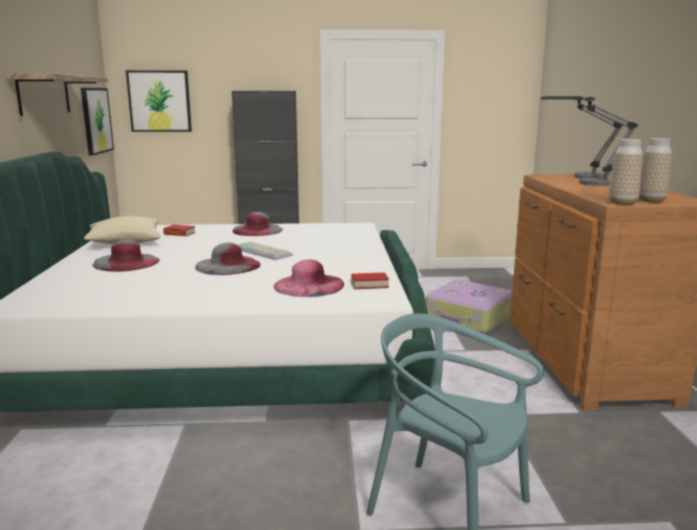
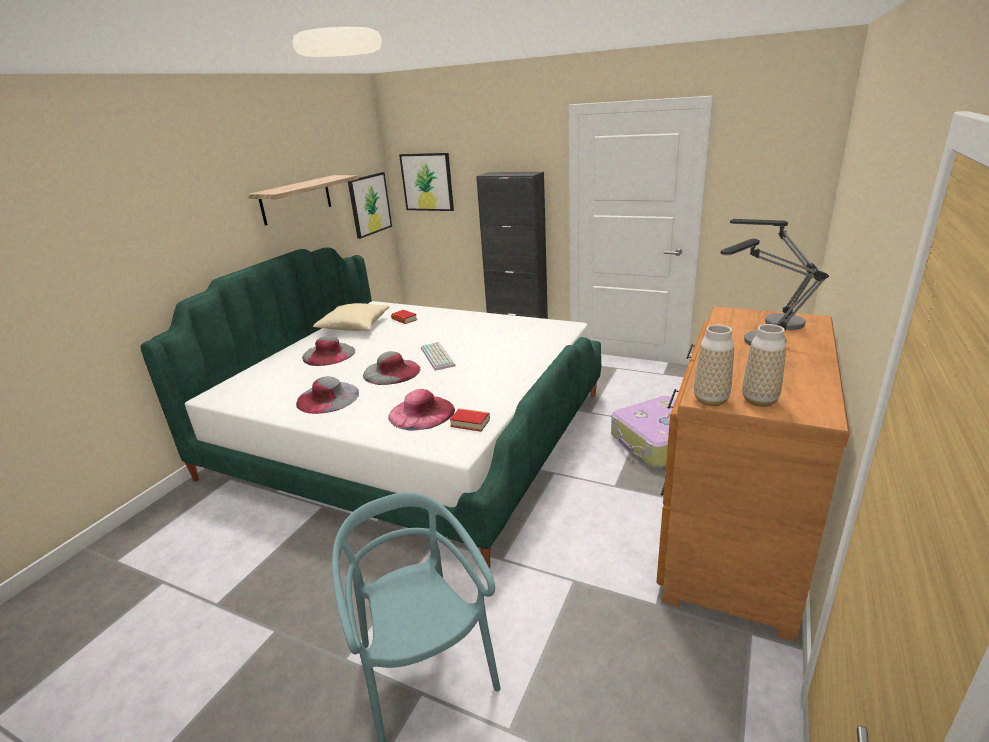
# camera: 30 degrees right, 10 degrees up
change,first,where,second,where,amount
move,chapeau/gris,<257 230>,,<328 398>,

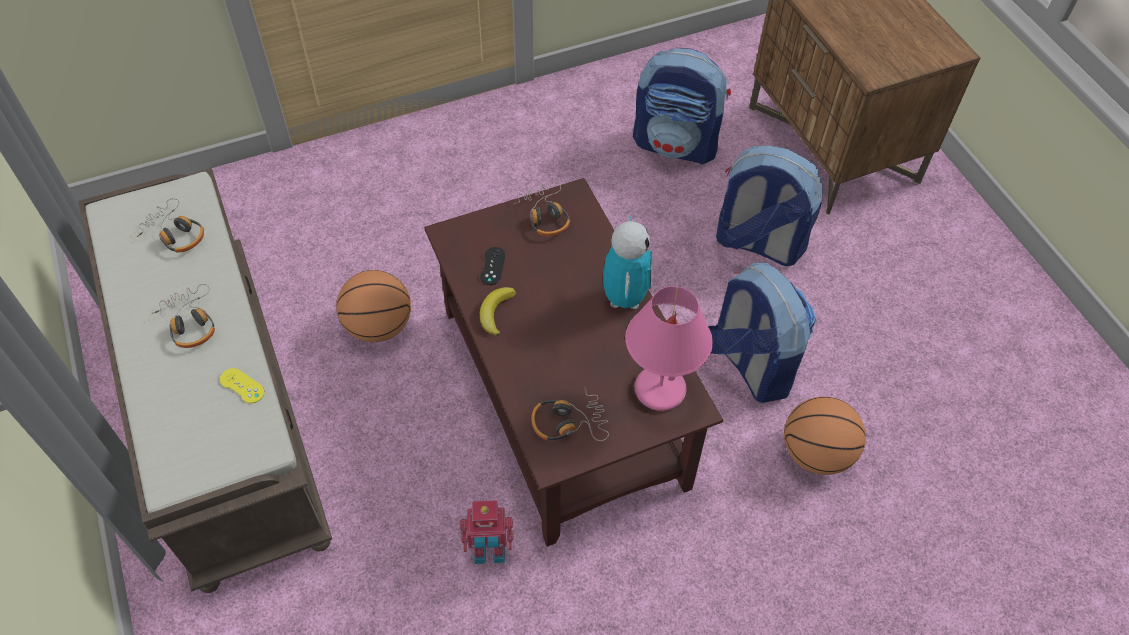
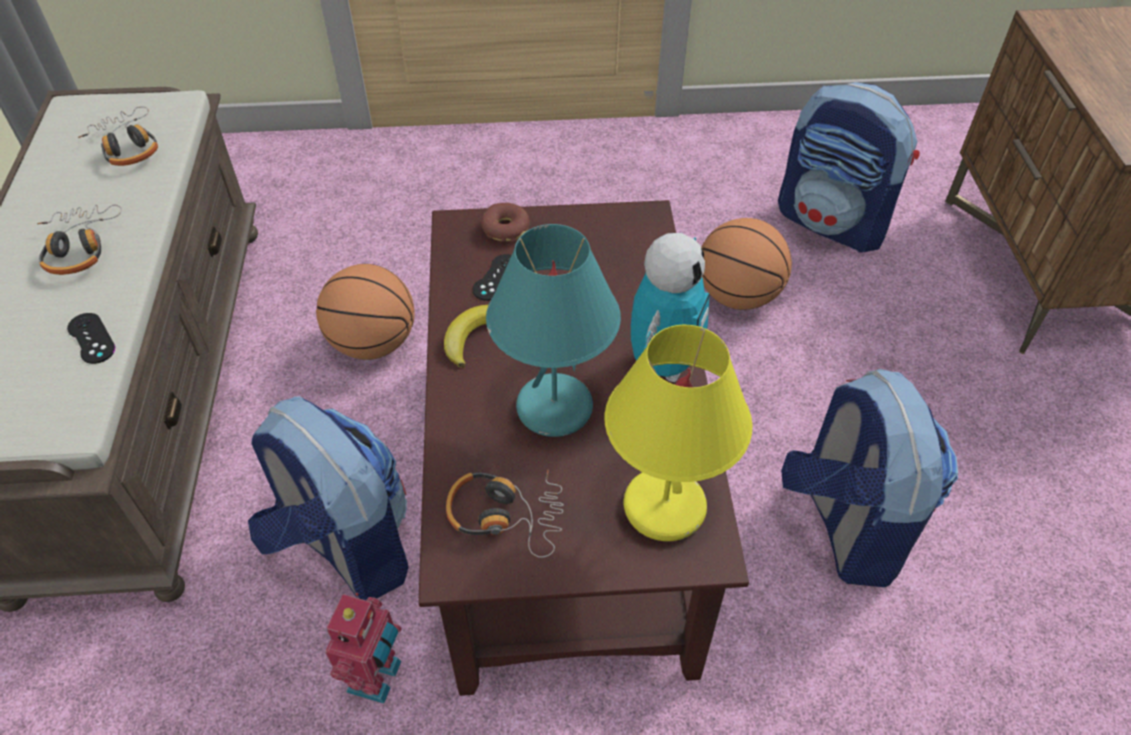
# camera: 20 degrees right, 5 degrees down
change,first,where,second,where,amount
move,sac à dos,<757 243>,,<344 547>,
delete,casque audio,<544 215>,,,
recolor,lampe de table/rose,<661 389>,lampe de table/jaune,<666 507>,
recolor,manette/jaune,<242 386>,manette/noir,<91 338>,
move,ballon de basket,<816 453>,,<738 295>,
rotate,robot jouet,<489 553>,,<378 677>,90 degrees counterclockwise
insert,,,beignet,<505 228>,
insert,,,lampe de table/turquoise,<555 406>,

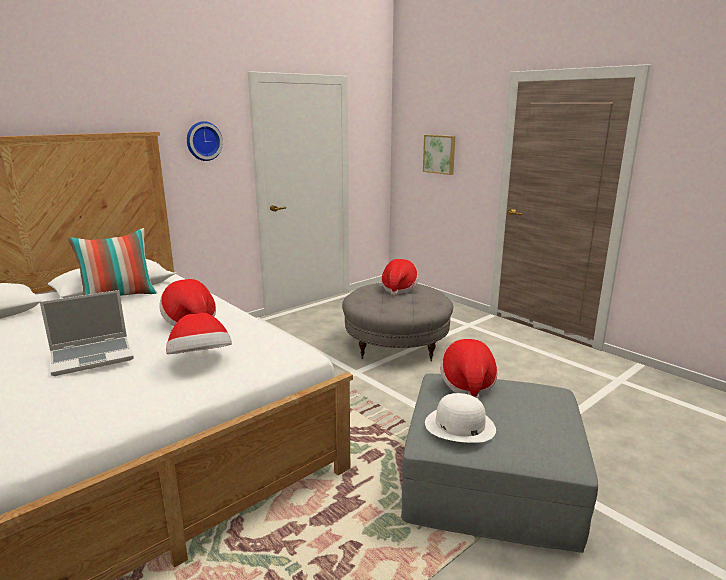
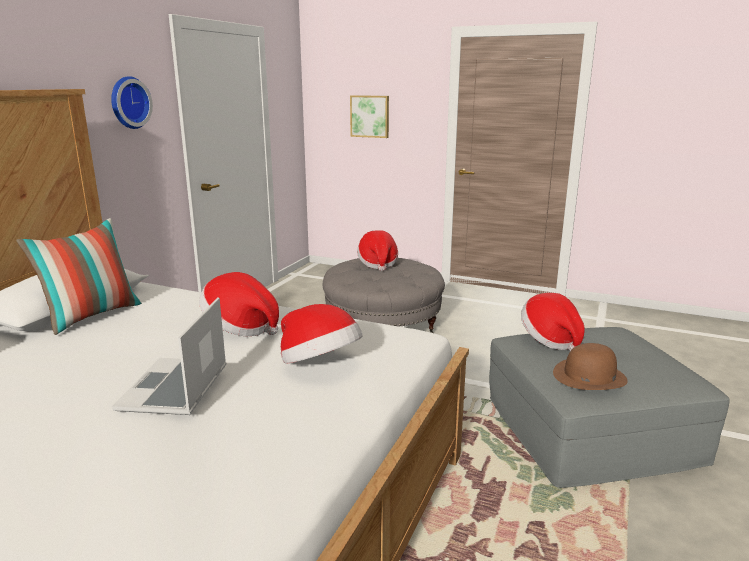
# camera: 25 degrees left, 0 degrees up
change,first,where,second,where,amount
rotate,ordinateur portable,<93 356>,,<175 389>,150 degrees clockwise
recolor,chapeau/blanc,<459 425>,chapeau/marron,<589 376>,

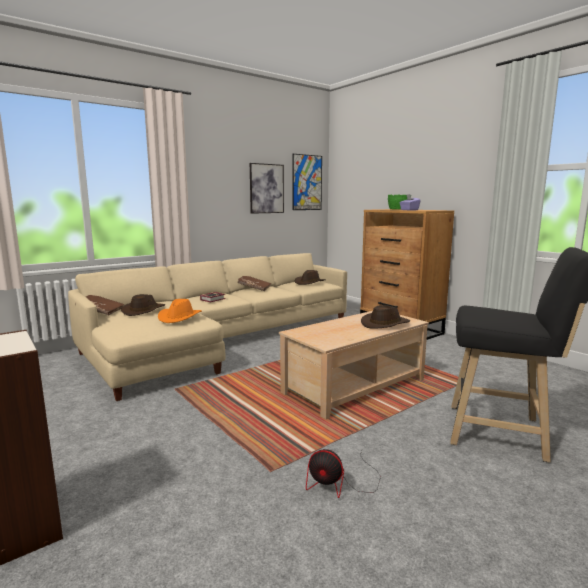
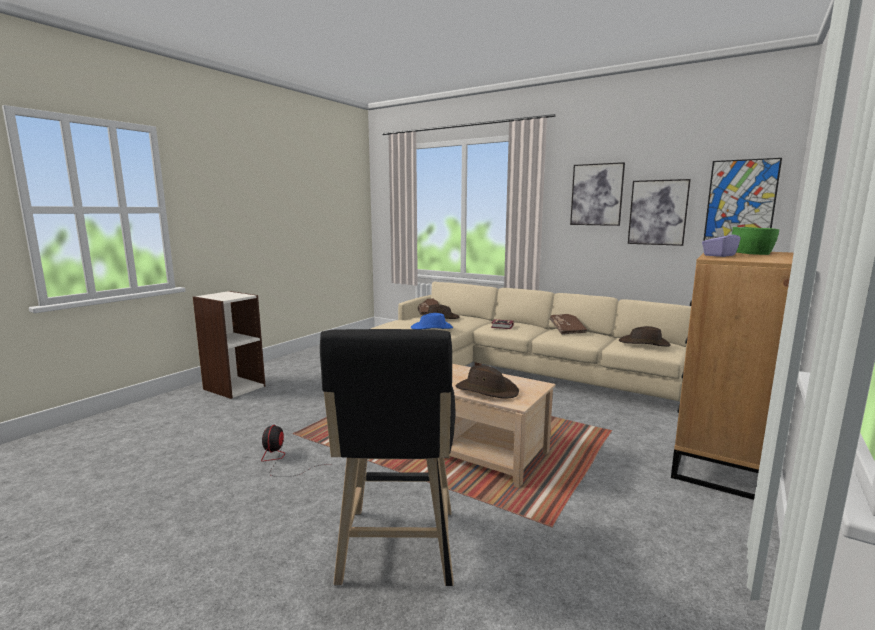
# camera: 70 degrees right, 0 degrees up
change,first,where,second,where,amount
recolor,chapeau/orange,<180 317>,chapeau/bleu,<432 328>,
insert,,,tableau,<596 194>,

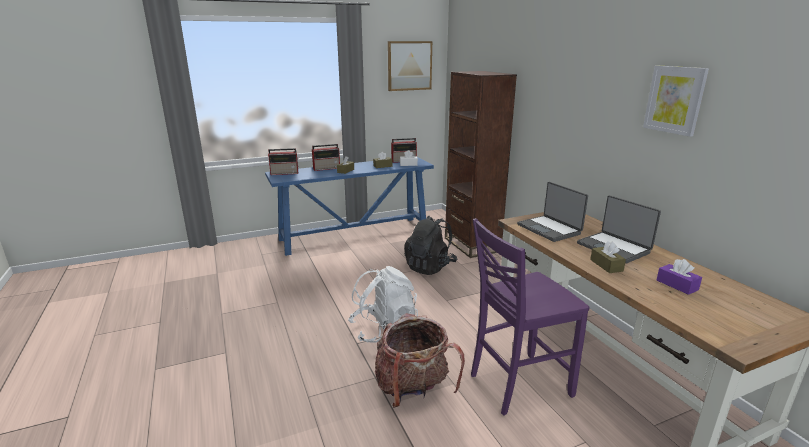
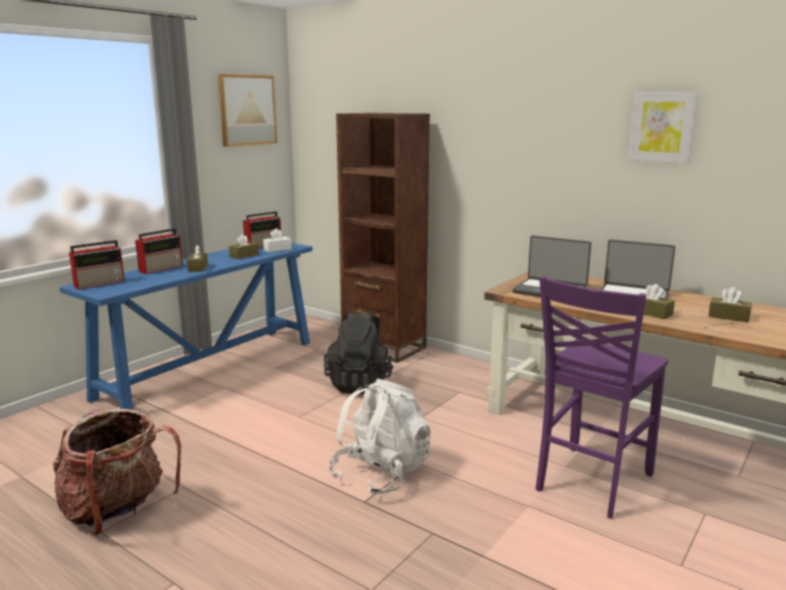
# camera: 30 degrees left, 5 degrees down
change,first,where,second,where,amount
recolor,boîte à mouchoirs/violet,<677 285>,boîte à mouchoirs/marron,<728 317>,
move,sac à dos,<413 389>,,<117 511>,

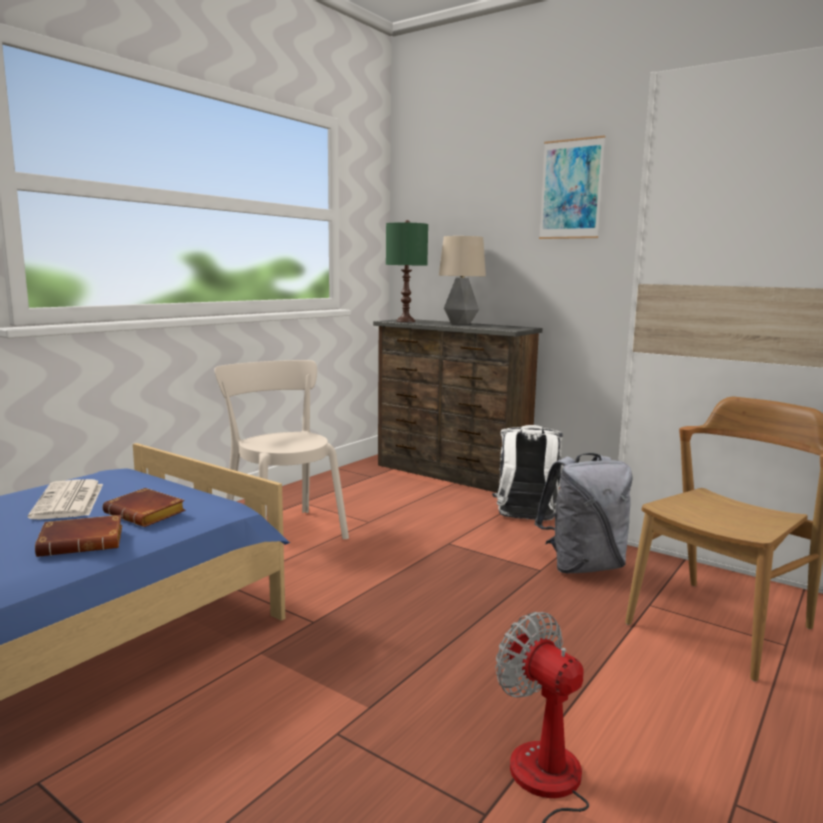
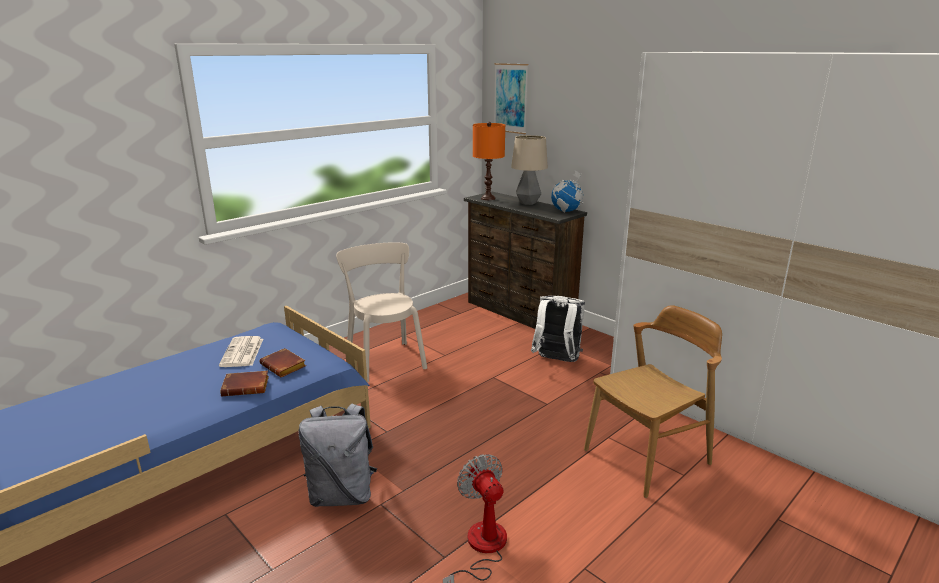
# camera: 10 degrees right, 10 degrees up
change,first,where,second,where,amount
move,tableau,<571 189>,,<510 98>,
recolor,lampe de table/vert,<406 321>,lampe de table/orange,<488 198>,
move,sac à dos/gris,<583 566>,,<342 495>,
insert,,,globe,<566 211>,

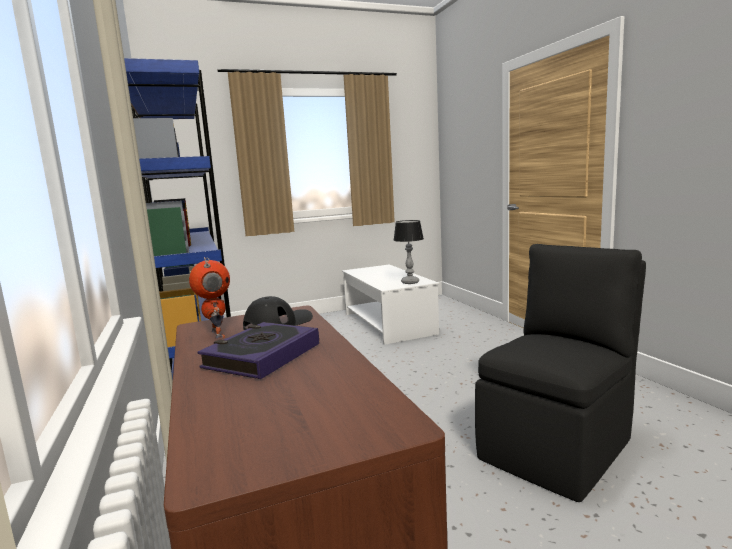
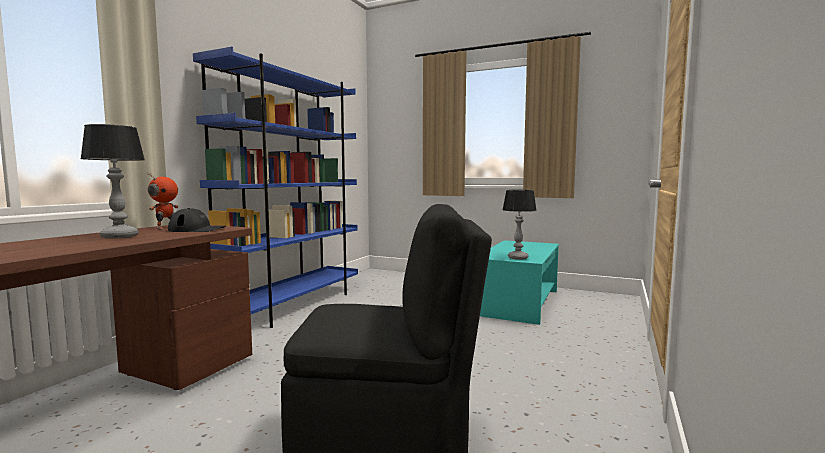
# camera: 45 degrees right, 5 degrees down
change,first,where,second,where,amount
recolor,table basse/blanc,<388 323>,table basse/turquoise,<518 302>,
replace,livre,<262 356>,lampe de table,<119 236>,

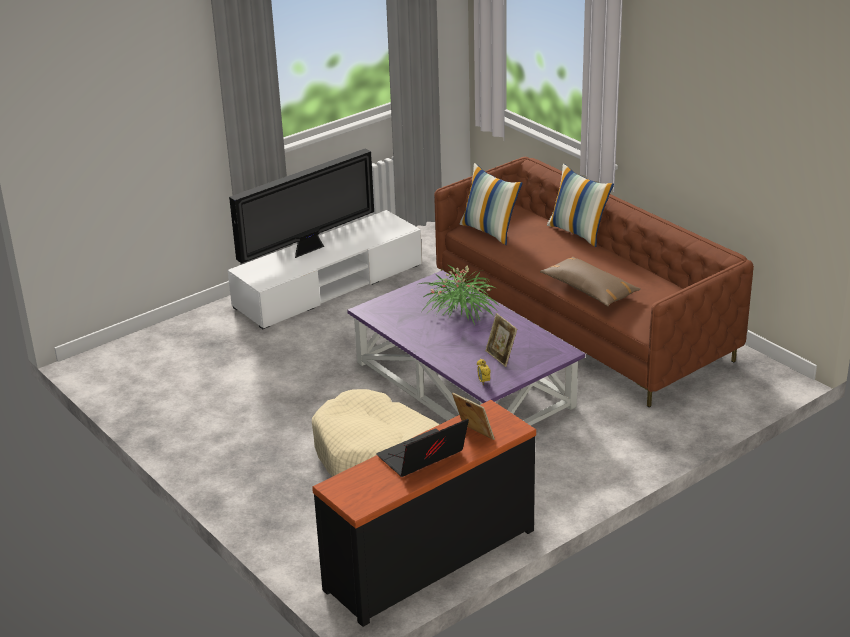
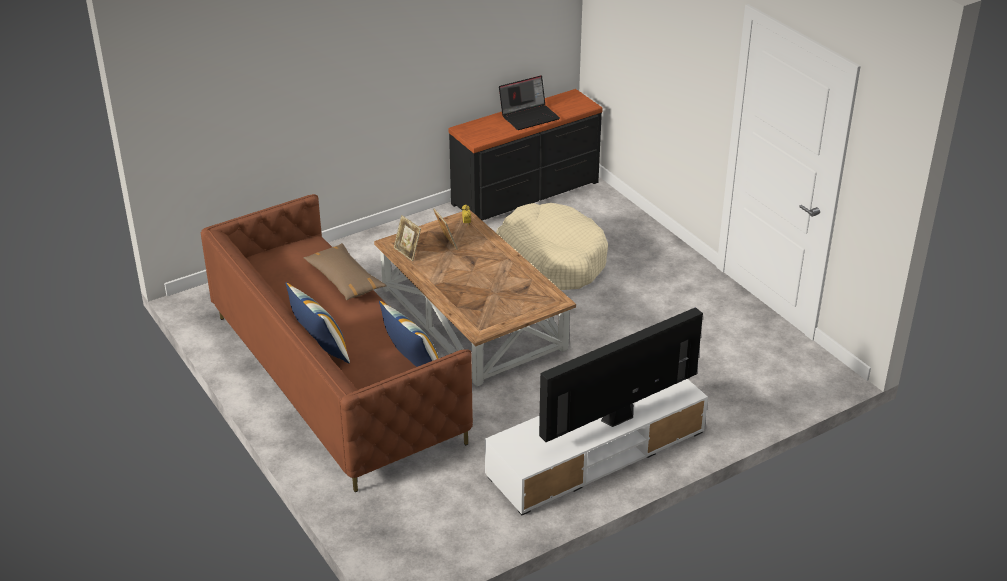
# camera: 175 degrees left, 5 degrees up
change,first,where,second,where,amount
delete,plante en pot,<461 311>,,,
recolor,table basse/violet,<465 384>,table basse/marron,<471 318>,
move,cadre photo,<473 435>,,<407 252>,

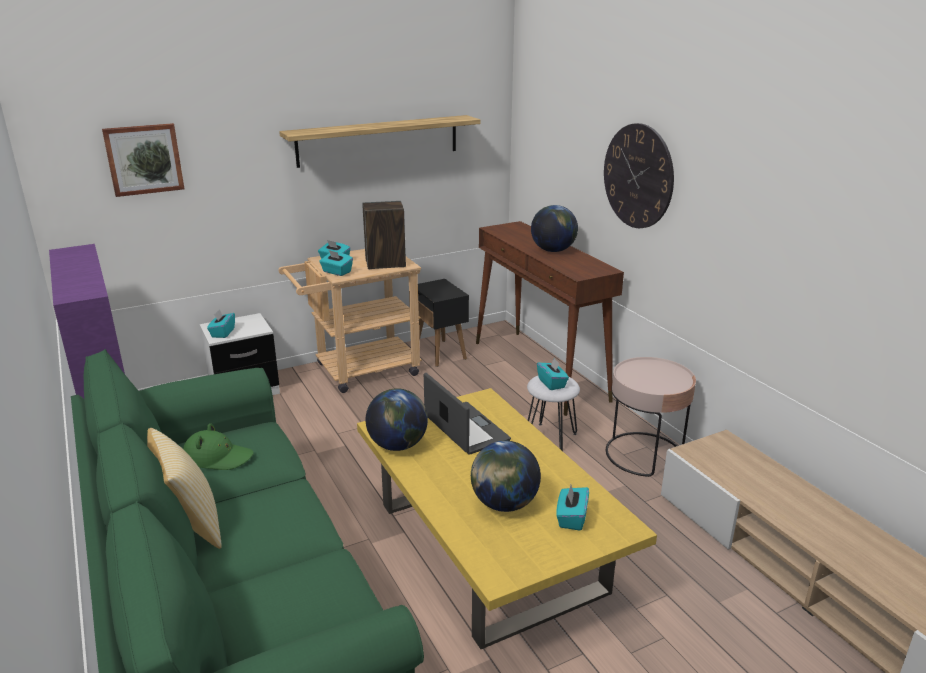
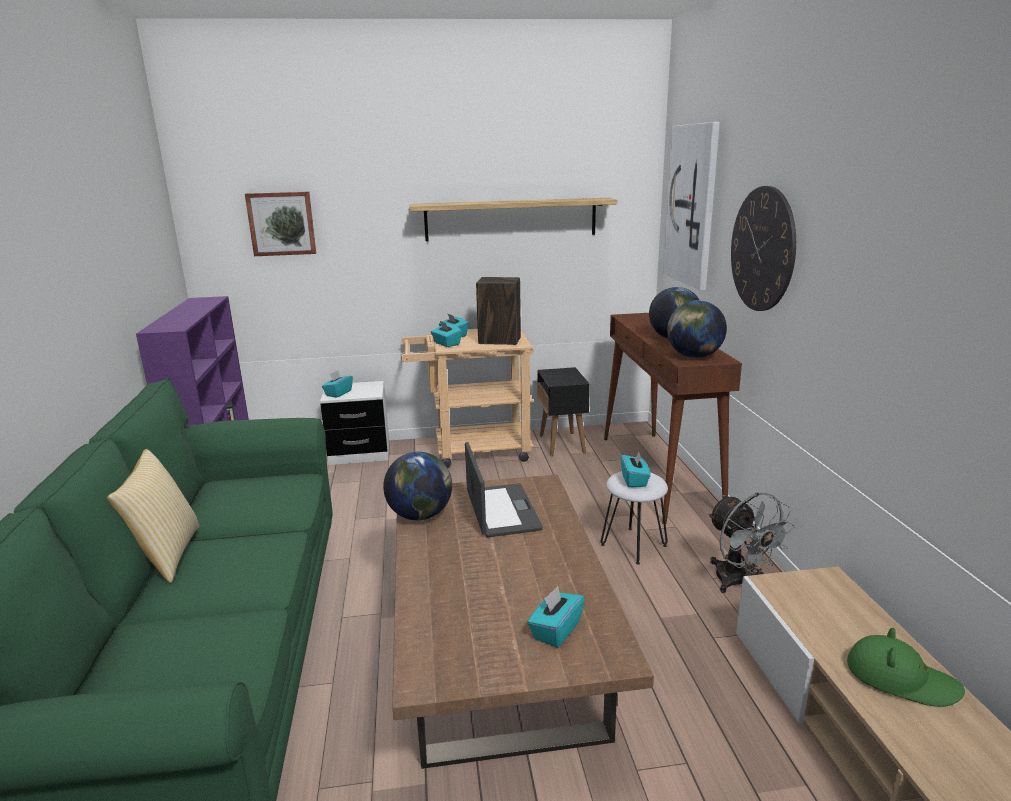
# camera: 20 degrees right, 5 degrees down
change,first,where,second,where,amount
replace,table d'appoint/rose,<644 454>,ventilateur/gris,<739 582>,
recolor,table basse/jaune,<486 545>,table basse/marron,<496 648>,
move,chapeau/vert,<218 457>,,<900 678>,
move,globe,<504 504>,,<693 356>,
insert,,,tableau,<692 205>,

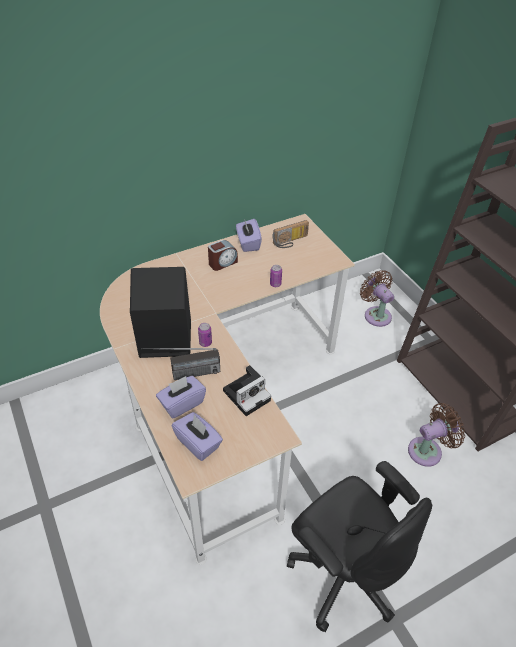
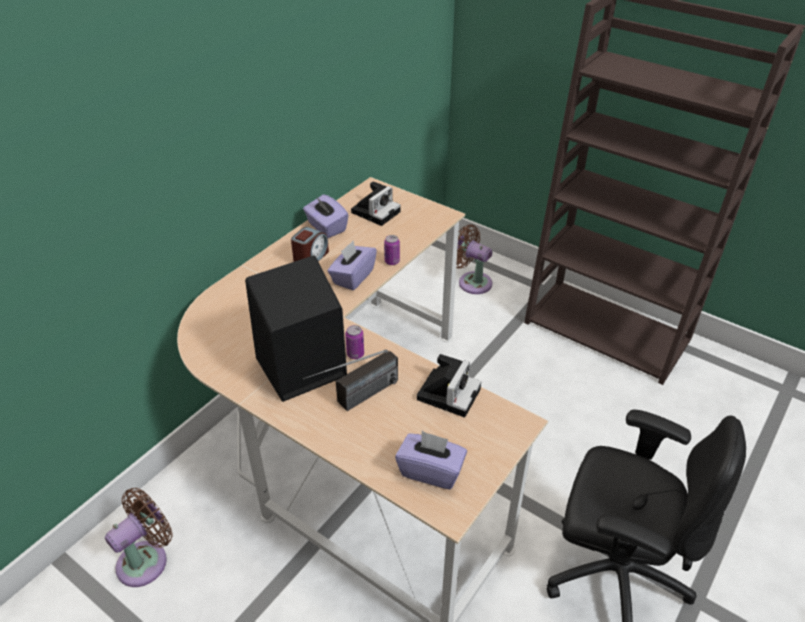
# camera: 25 degrees left, 5 degrees down
change,first,where,second,where,amount
replace,radio,<290 242>,appareil photo,<376 211>,
move,boîte à mouchoirs/violet,<182 403>,,<353 277>,
move,ventilateur/marron,<428 450>,,<147 560>,

